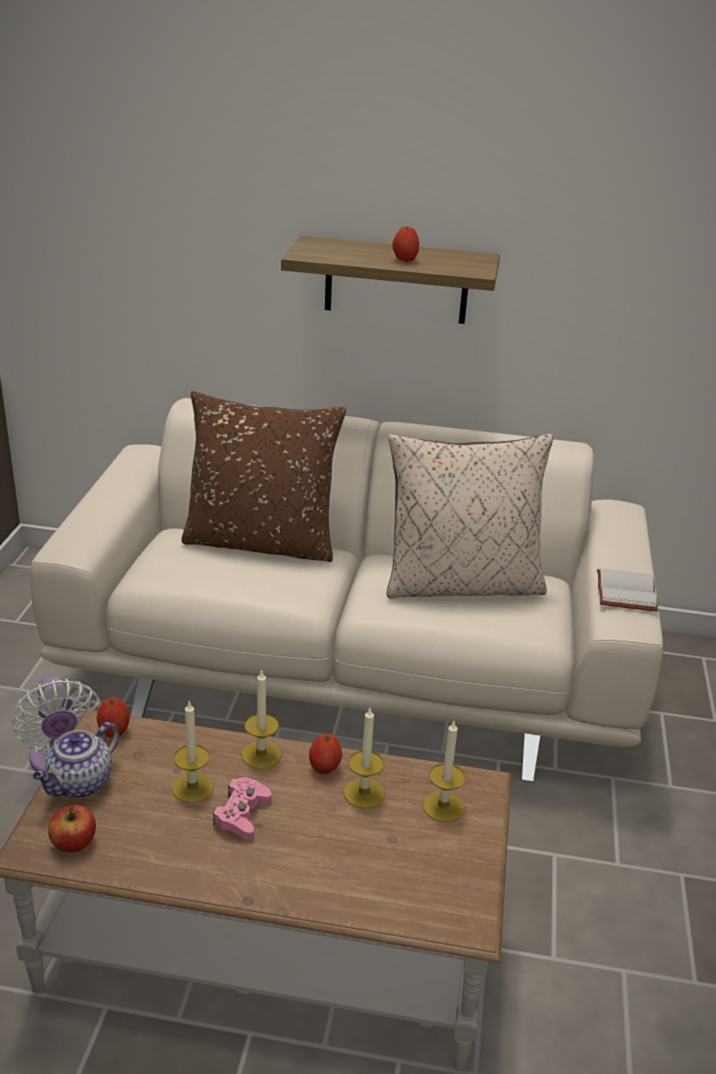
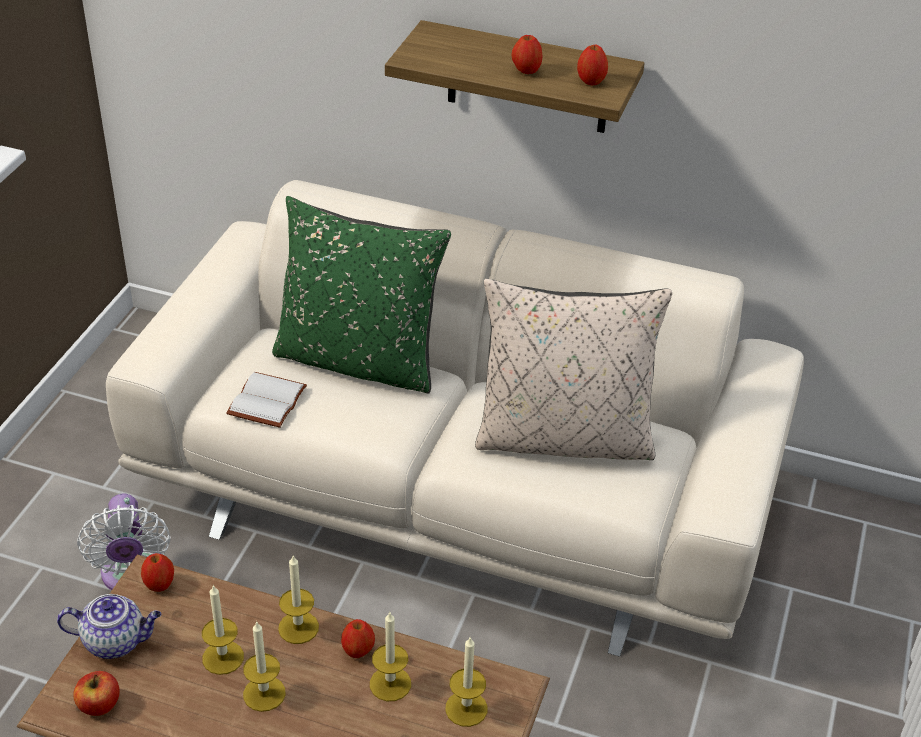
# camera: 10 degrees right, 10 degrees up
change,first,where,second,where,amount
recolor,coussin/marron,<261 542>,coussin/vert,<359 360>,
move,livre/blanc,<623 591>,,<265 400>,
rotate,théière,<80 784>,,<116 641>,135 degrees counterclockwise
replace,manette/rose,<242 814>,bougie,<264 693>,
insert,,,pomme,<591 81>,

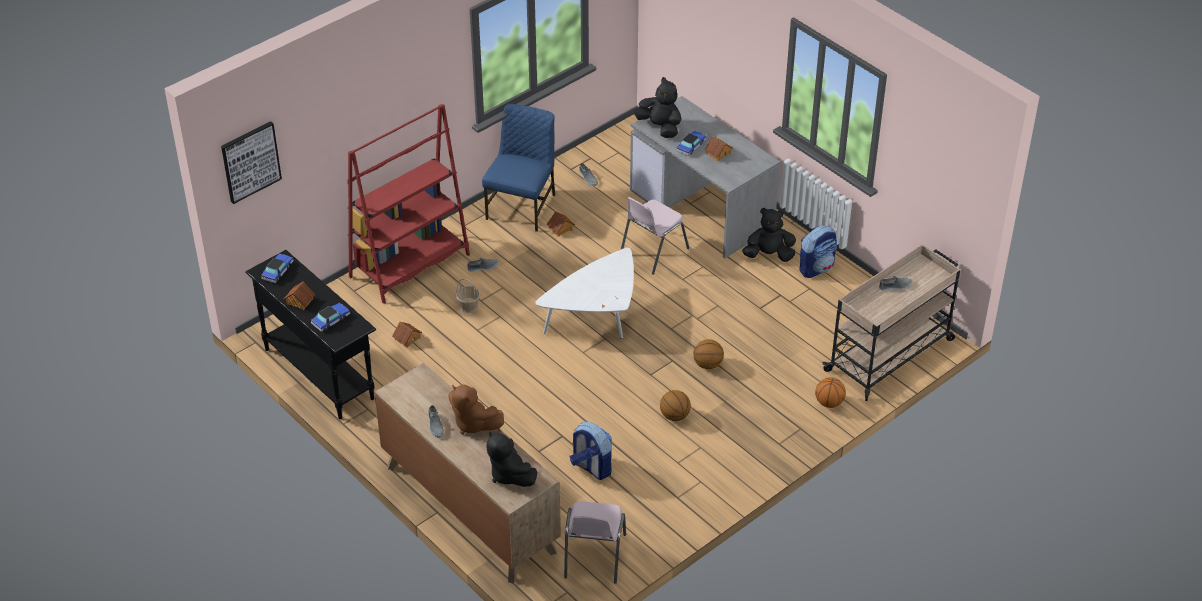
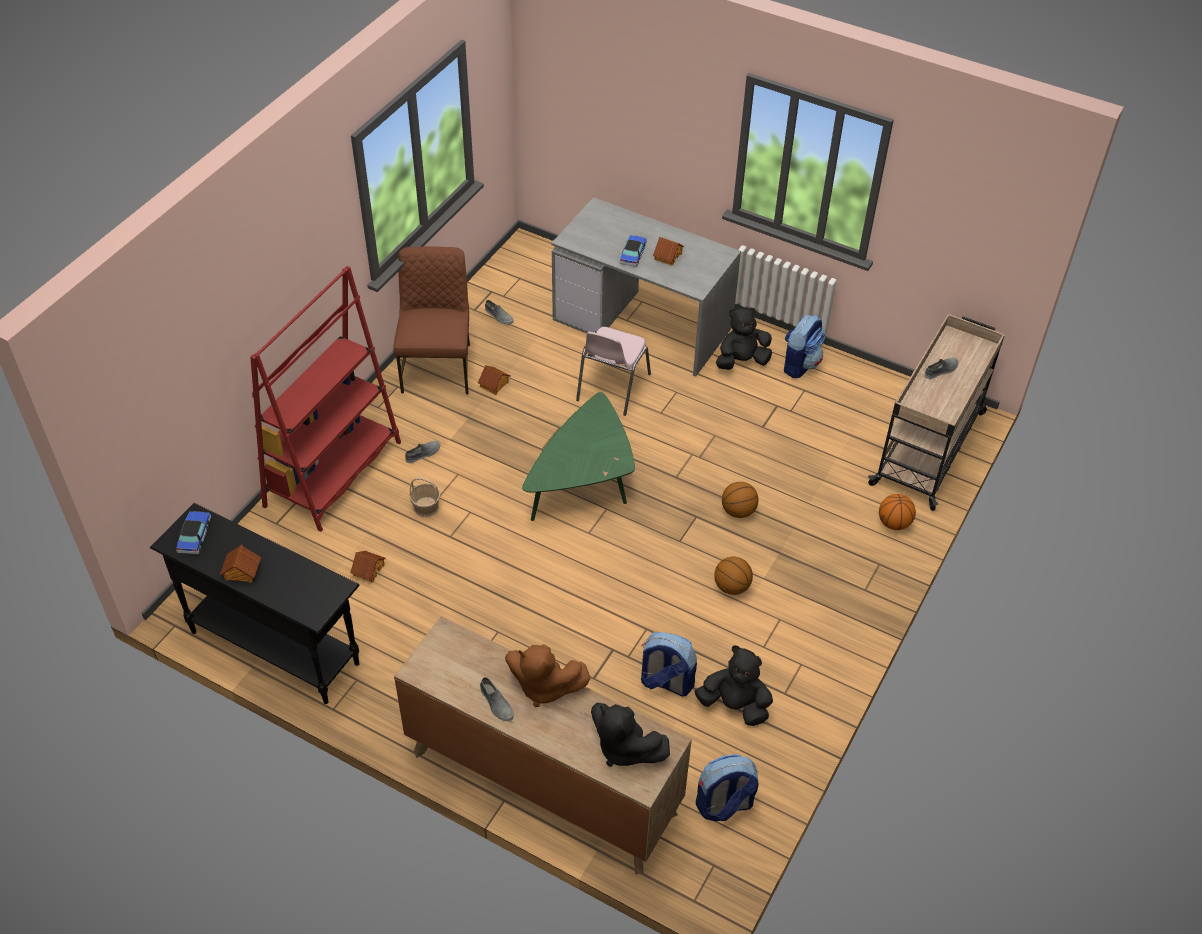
# camera: 20 degrees left, 5 degrees up
change,first,where,second,where,amount
move,peluche/noir,<660 127>,,<734 705>,
recolor,chaise/bleu,<522 206>,chaise/marron,<438 367>,
delete,tableau,<250 161>,,,
recolor,table basse/blanc,<596 317>,table basse/vert,<584 485>,
delete,petite voiture,<331 320>,,,
replace,chaise/rose,<593 557>,sac à dos,<724 805>,

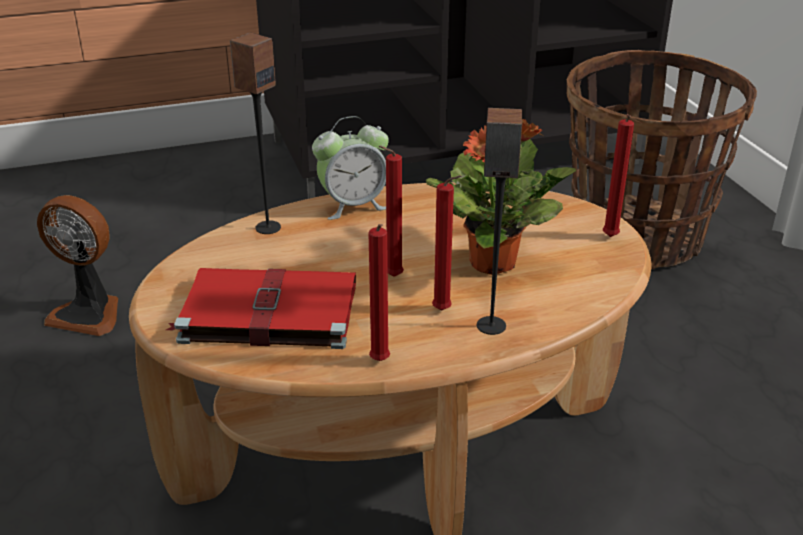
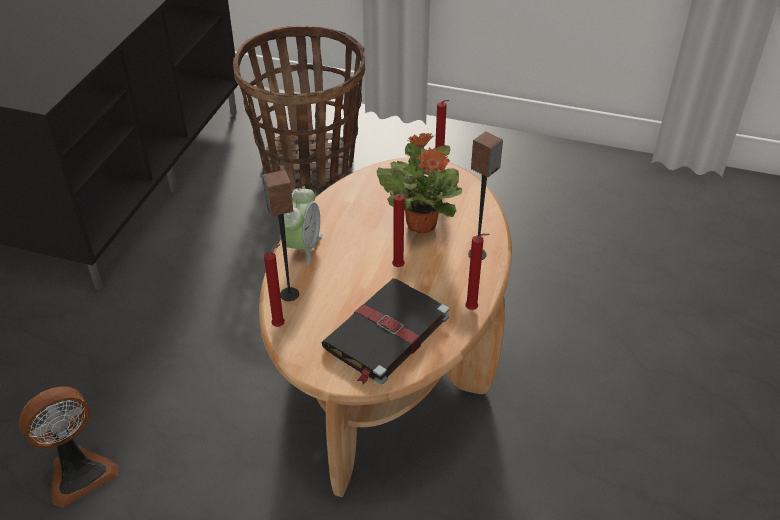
# camera: 55 degrees left, 10 degrees up
change,first,where,second,where,amount
move,bougie/rouge,<444 311>,,<280 325>,
recolor,livre/rouge,<266 312>,livre/noir,<385 334>,

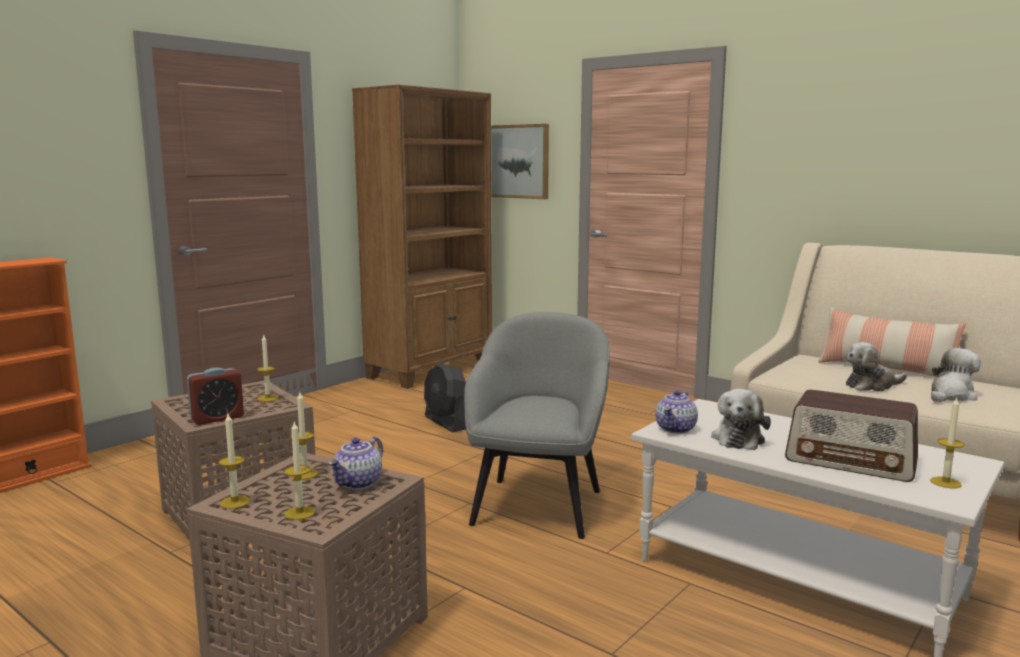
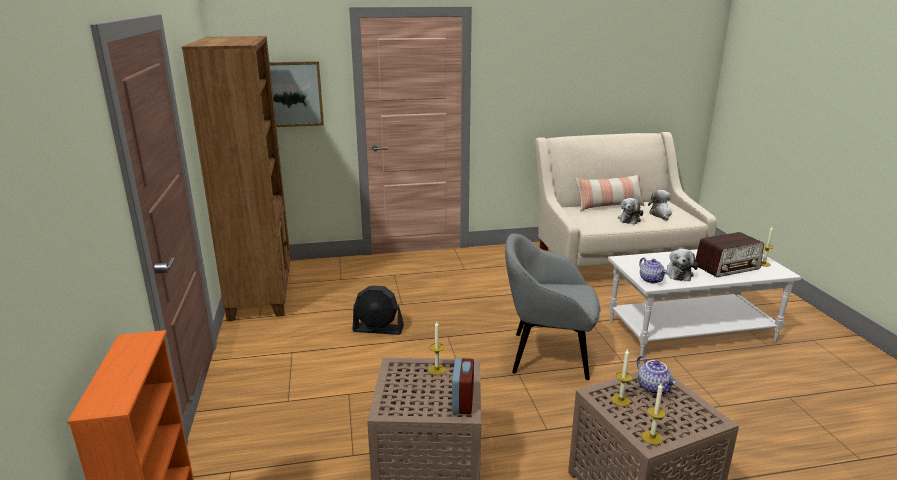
# camera: 50 degrees left, 10 degrees up
change,first,where,second,where,amount
rotate,fauteuil/gris,<538 505>,,<547 355>,45 degrees counterclockwise
rotate,peluche,<738 438>,,<678 273>,45 degrees clockwise
delete,bougie,<299 513>,,,

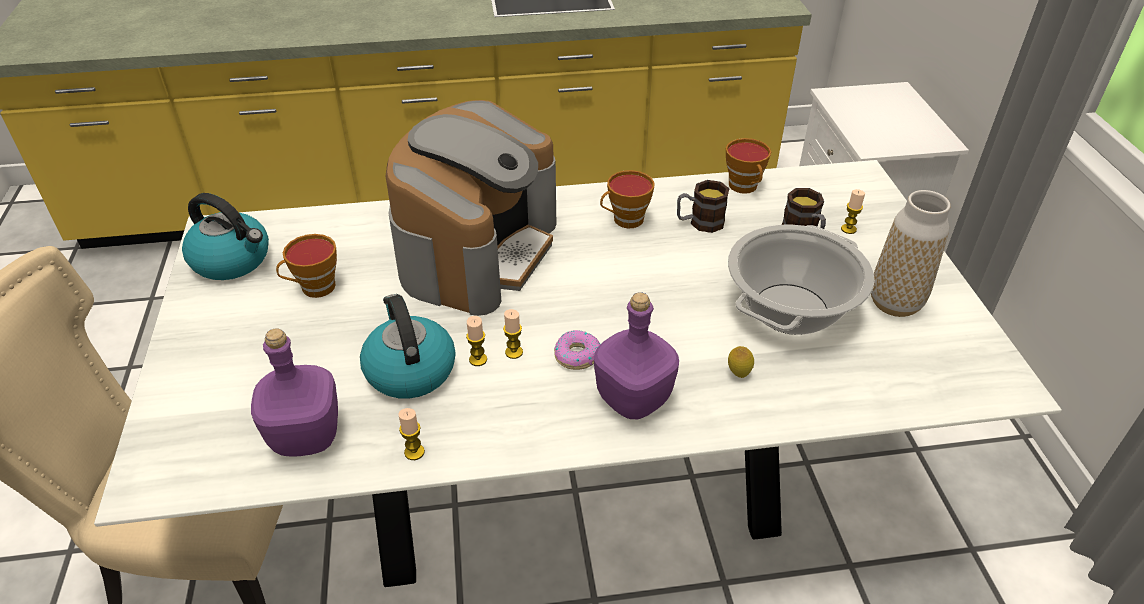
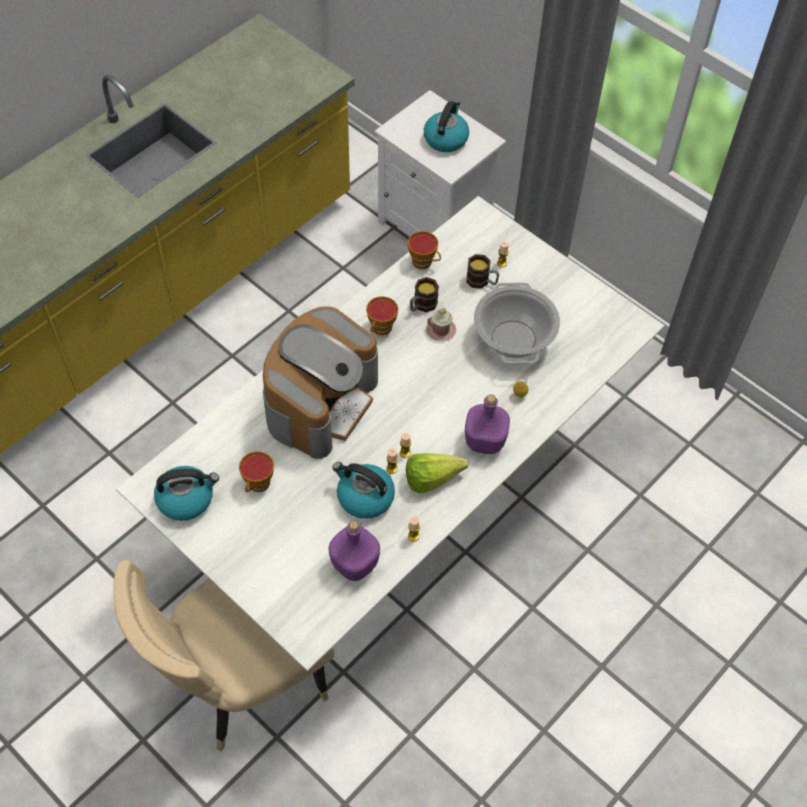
# camera: 40 degrees left, 15 degrees up
change,first,where,second,where,amount
rotate,machine à café,<477 250>,,<320 402>,45 degrees clockwise
delete,vase,<895 303>,,,
delete,beignet,<577 355>,,,
insert,,,bouilloire,<446 138>,
insert,,,mug/rose,<441 330>,
insert,,,laitue,<437 479>,

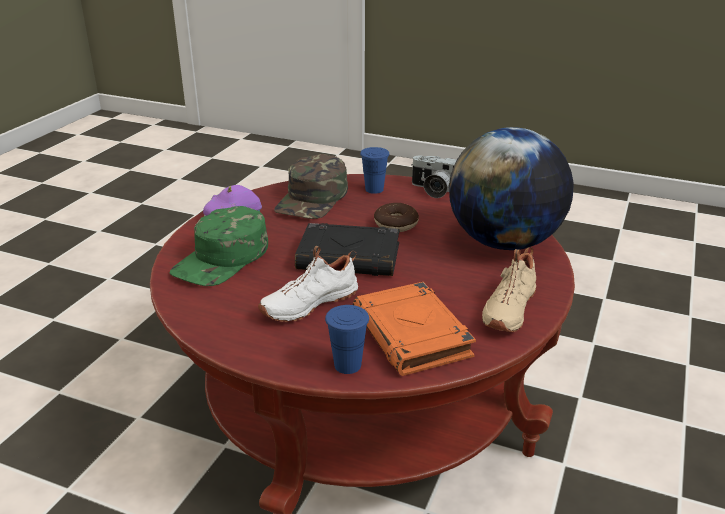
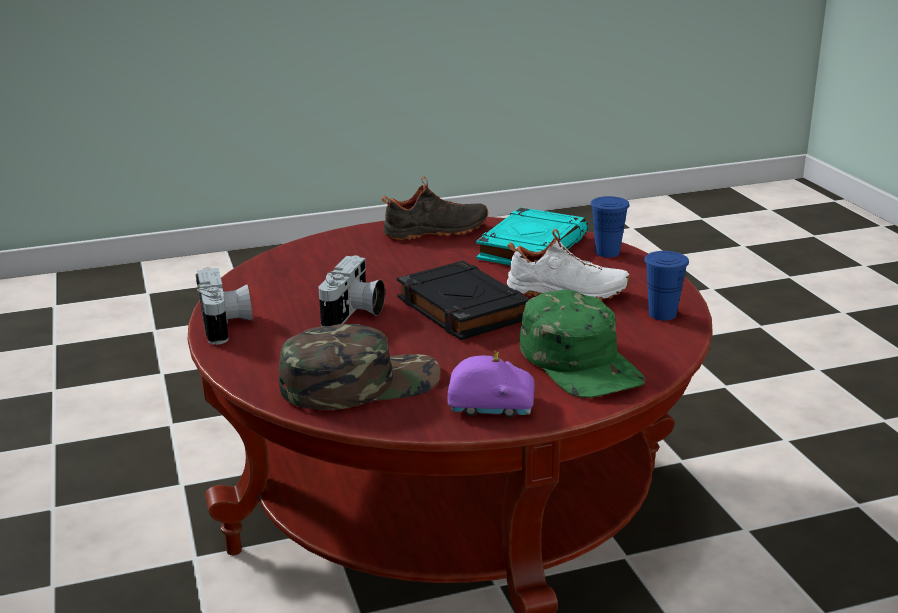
# camera: 130 degrees left, 5 degrees down
change,first,where,second,where,amount
delete,globe,<504 242>,,,
move,tasse/bleu,<374 189>,,<662 314>,
replace,beignet,<396 224>,appareil photo,<354 314>,
rotate,casquette/vert,<222 259>,,<580 362>,75 degrees clockwise
recolor,chaussure/beige,<507 309>,chaussure/noir,<436 232>,
recolor,livre/orange,<412 335>,livre/turquoise,<532 247>,

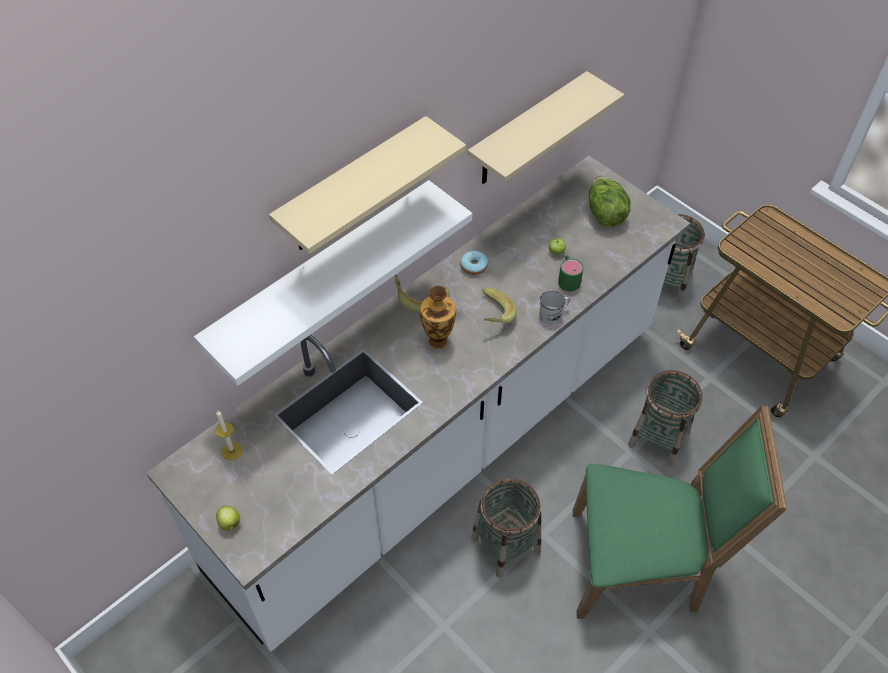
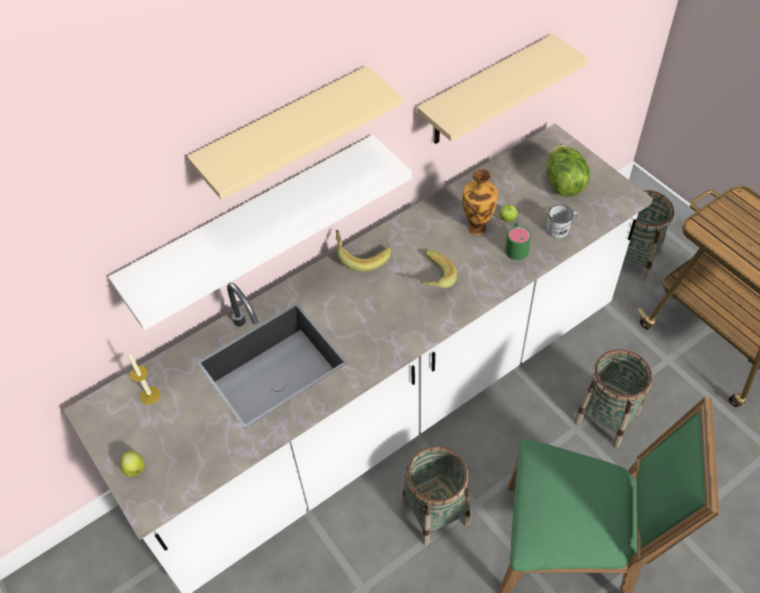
# camera: 10 degrees right, 0 degrees up
change,first,where,second,where,amount
delete,beignet,<474 266>,,,
move,vase,<438 340>,,<477 227>,
move,mug/blanc,<553 314>,,<561 229>,

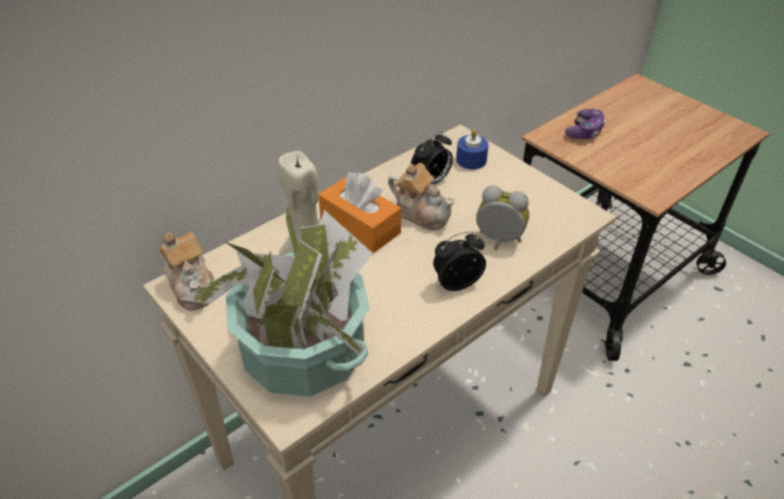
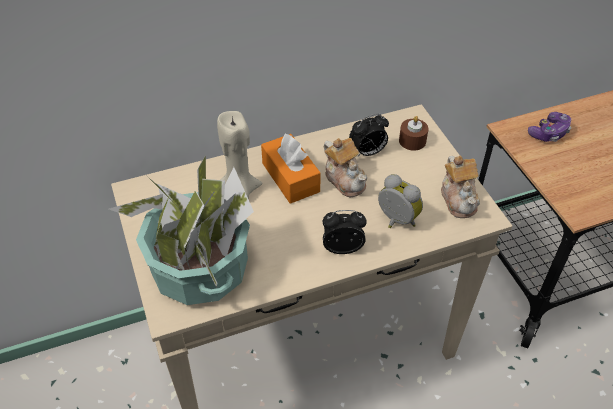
# camera: 20 degrees right, 5 degrees up
change,first,where,second,where,amount
recolor,bougie/bleu,<471 160>,bougie/marron,<412 141>,
move,théière,<193 286>,,<459 199>,

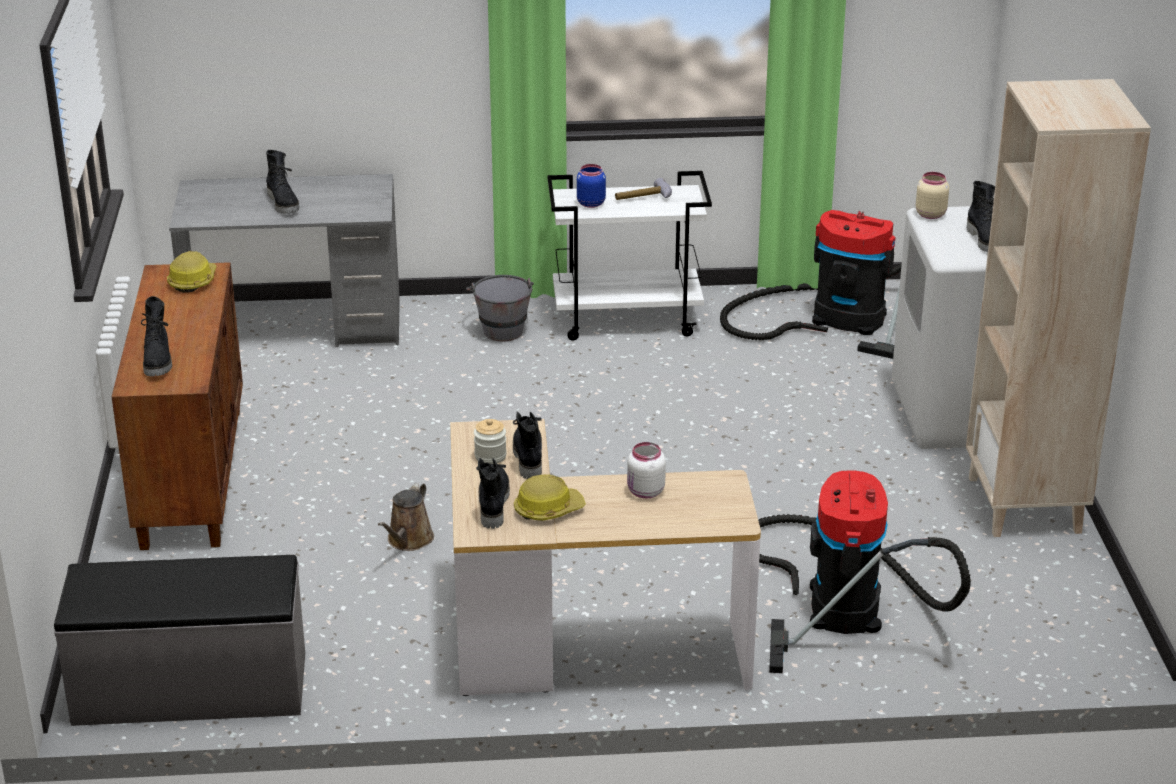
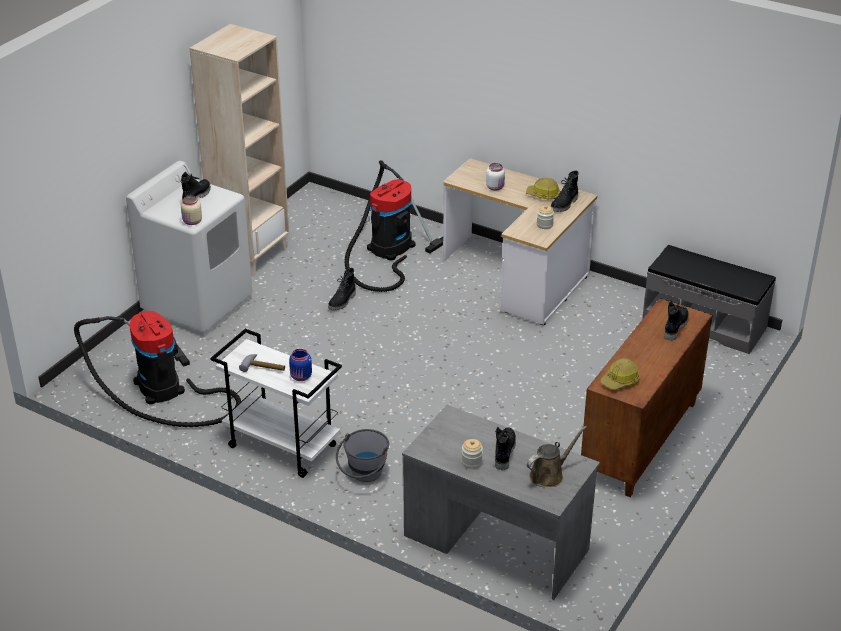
# camera: 145 degrees left, 5 degrees up
change,first,where,second,where,amount
move,botte/noir,<527 457>,,<343 302>,
move,arrosoir/marron,<408 540>,,<549 475>,
insert,,,bocal,<471 462>,

